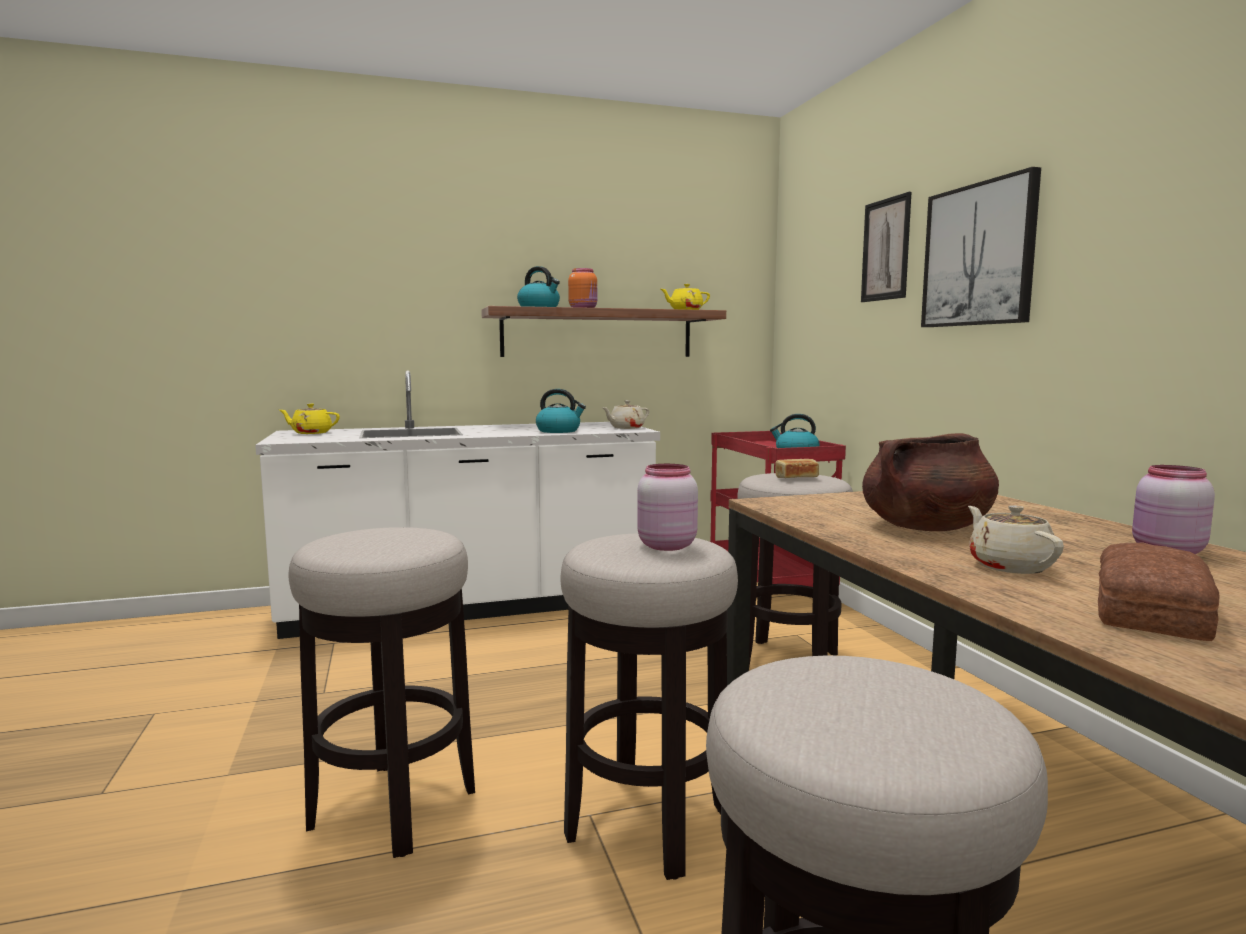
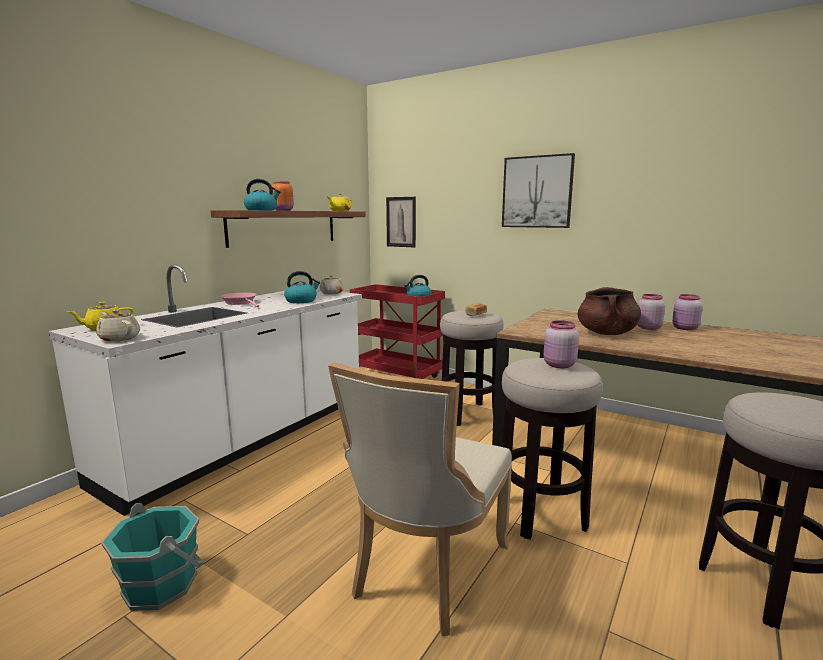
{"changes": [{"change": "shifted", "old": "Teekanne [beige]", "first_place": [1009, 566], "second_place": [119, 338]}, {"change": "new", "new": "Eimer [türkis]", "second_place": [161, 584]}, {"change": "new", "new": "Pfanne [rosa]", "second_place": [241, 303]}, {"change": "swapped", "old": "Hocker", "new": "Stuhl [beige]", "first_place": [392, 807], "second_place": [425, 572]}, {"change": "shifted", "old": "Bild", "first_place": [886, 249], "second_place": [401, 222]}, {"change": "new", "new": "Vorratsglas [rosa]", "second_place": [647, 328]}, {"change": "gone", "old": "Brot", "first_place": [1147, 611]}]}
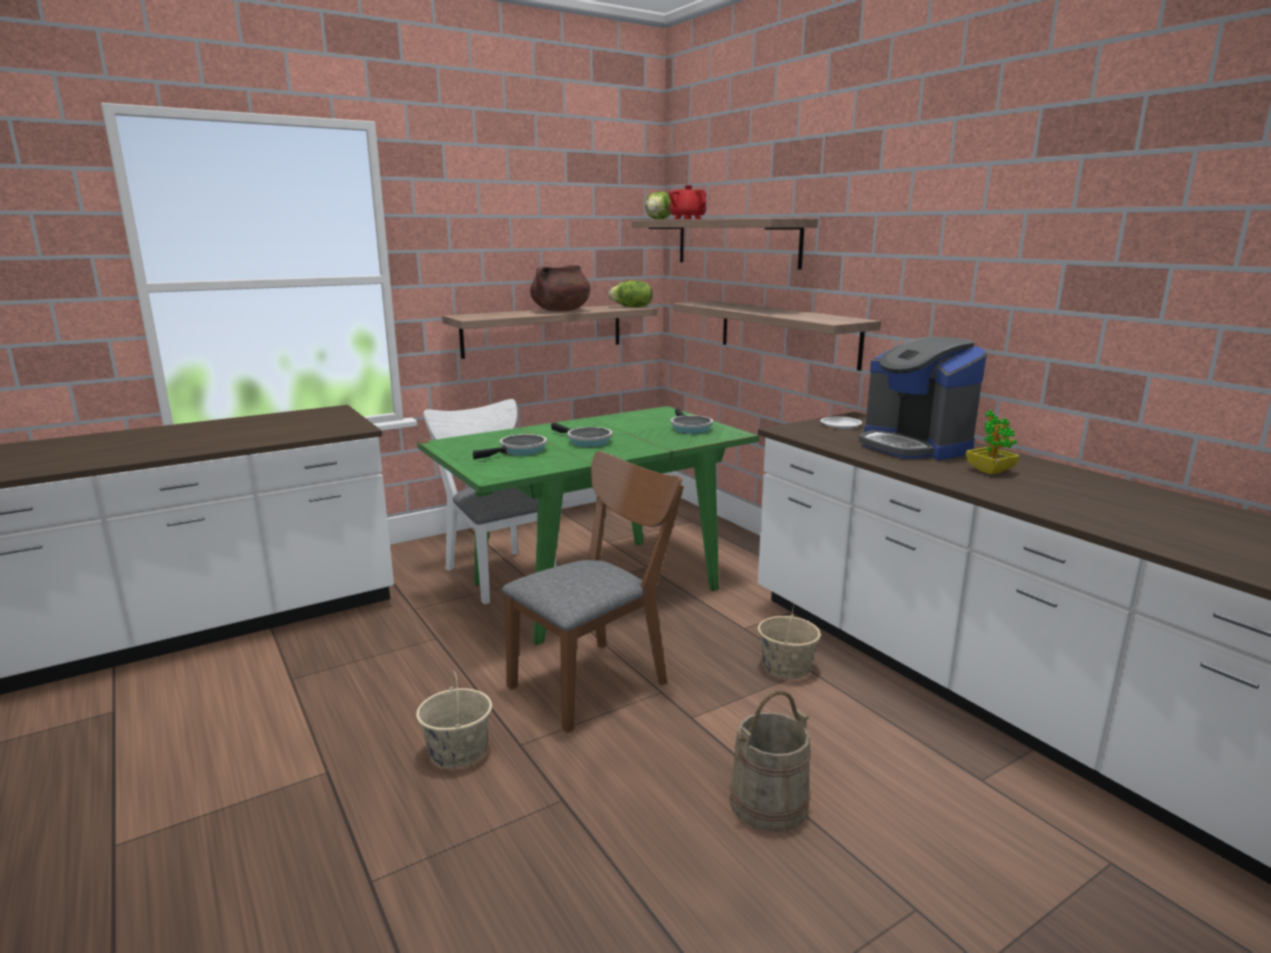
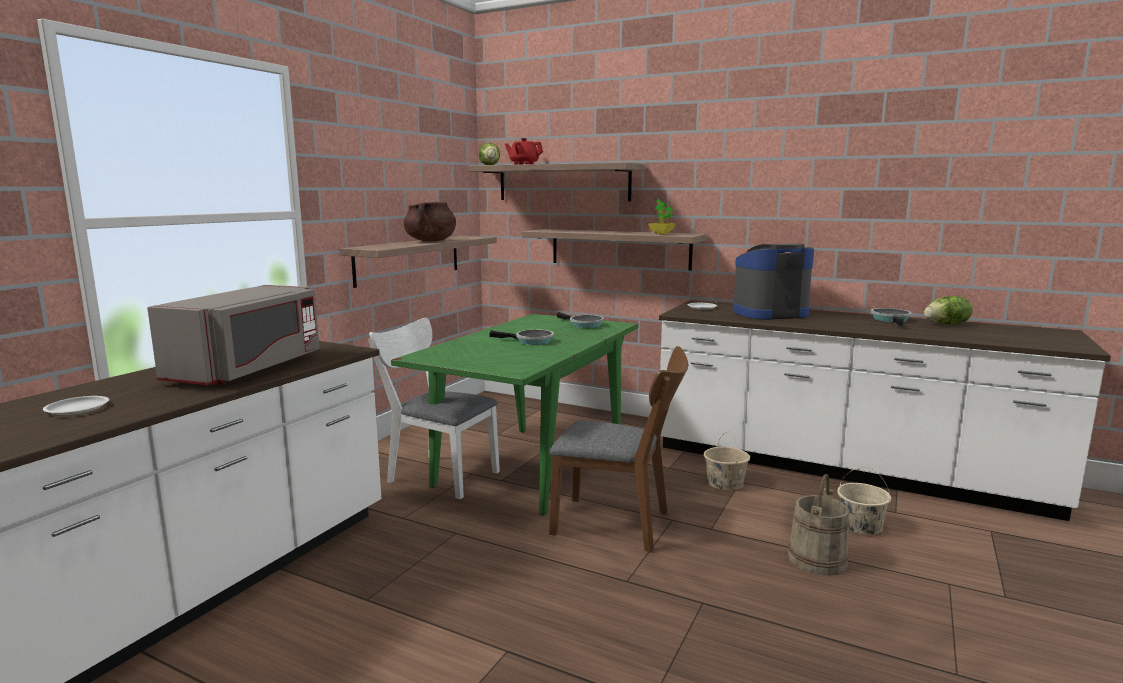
{"changes": [{"change": "new", "new": "Teller [weiß]", "second_place": [77, 409]}, {"change": "new", "new": "Mikrowelle [grau]", "second_place": [249, 369]}, {"change": "rotated", "old": "Stuhl [braun]", "first_place": [597, 679], "second_place": [620, 525], "degrees": 90}, {"change": "shifted", "old": "Topfpflanze", "first_place": [990, 471], "second_place": [661, 234]}, {"change": "rotated", "old": "Kaffeemaschine", "first_place": [914, 446], "second_place": [769, 313], "degrees": 135}, {"change": "shifted", "old": "Eimer [beige]", "first_place": [458, 750], "second_place": [860, 526]}, {"change": "shifted", "old": "Pfanne", "first_place": [520, 451], "second_place": [891, 320]}, {"change": "shifted", "old": "Salatkopf", "first_place": [632, 307], "second_place": [947, 324]}]}
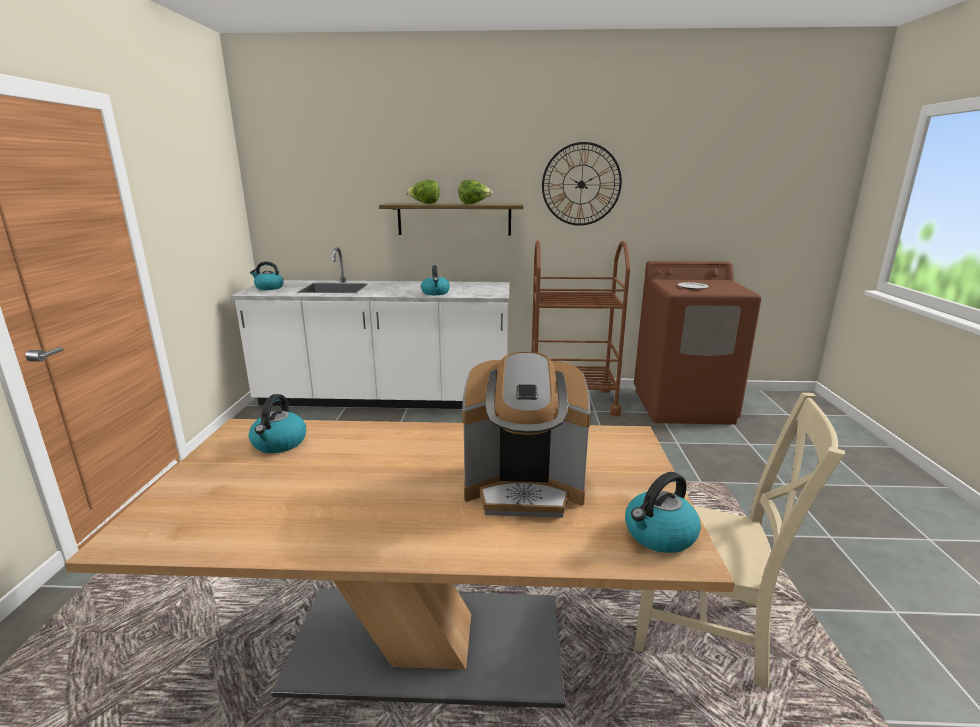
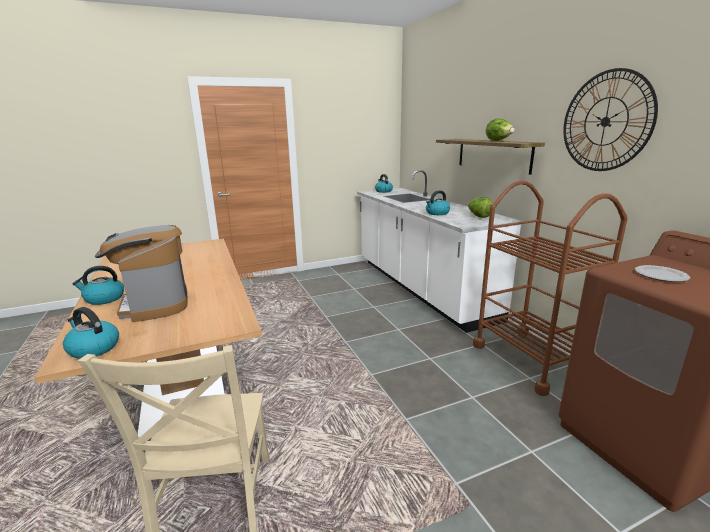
{"changes": [{"change": "shifted", "old": "Wasserkessel", "first_place": [279, 443], "second_place": [104, 299]}, {"change": "shifted", "old": "Salatkopf", "first_place": [424, 203], "second_place": [478, 216]}]}
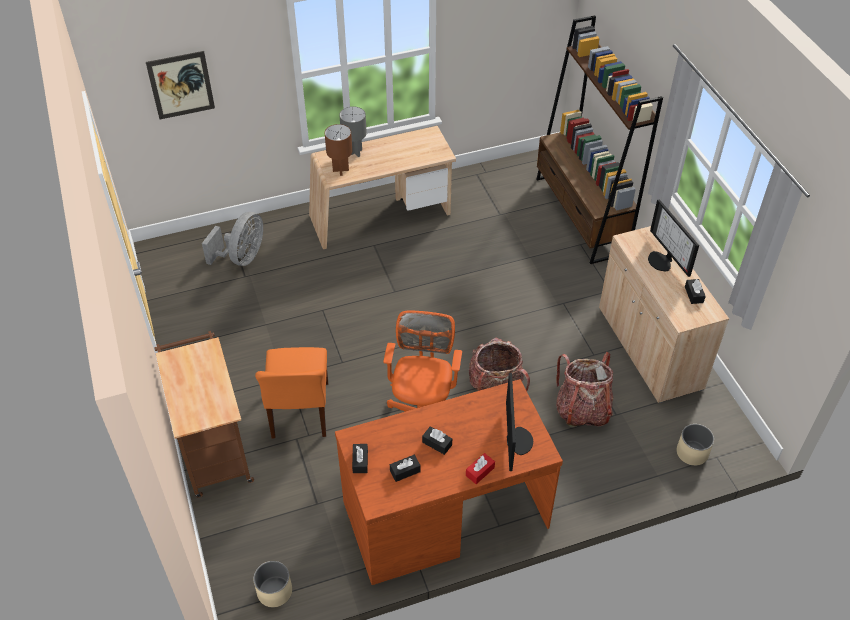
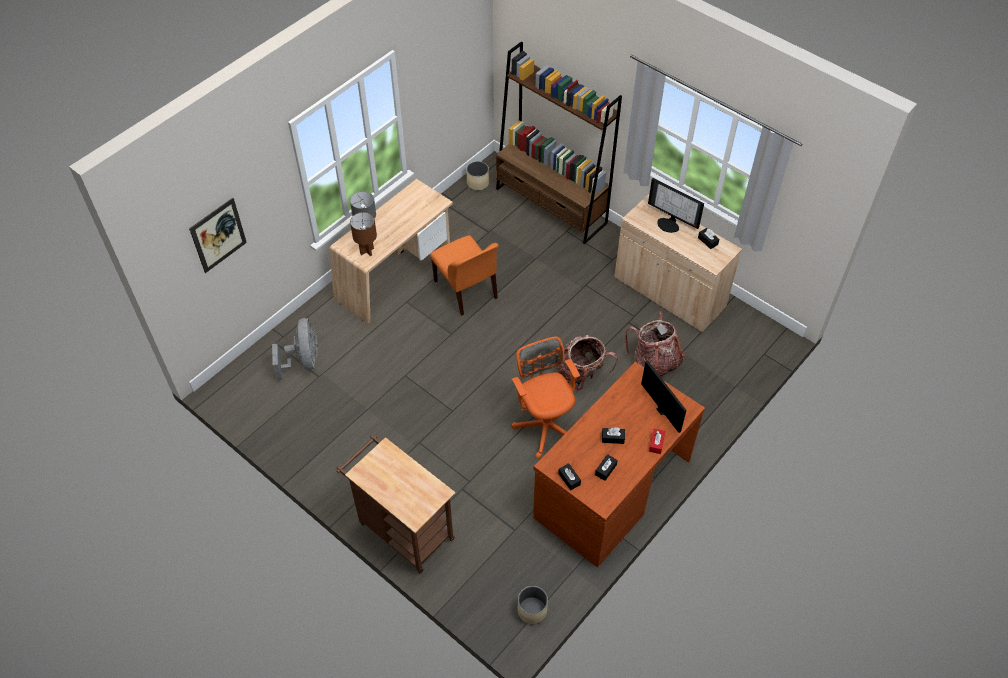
{"changes": [{"change": "shifted", "old": "Stuhl [orange]", "first_place": [300, 411], "second_place": [466, 290]}, {"change": "shifted", "old": "Pflanzkübel [beige]", "first_place": [692, 453], "second_place": [478, 183]}]}
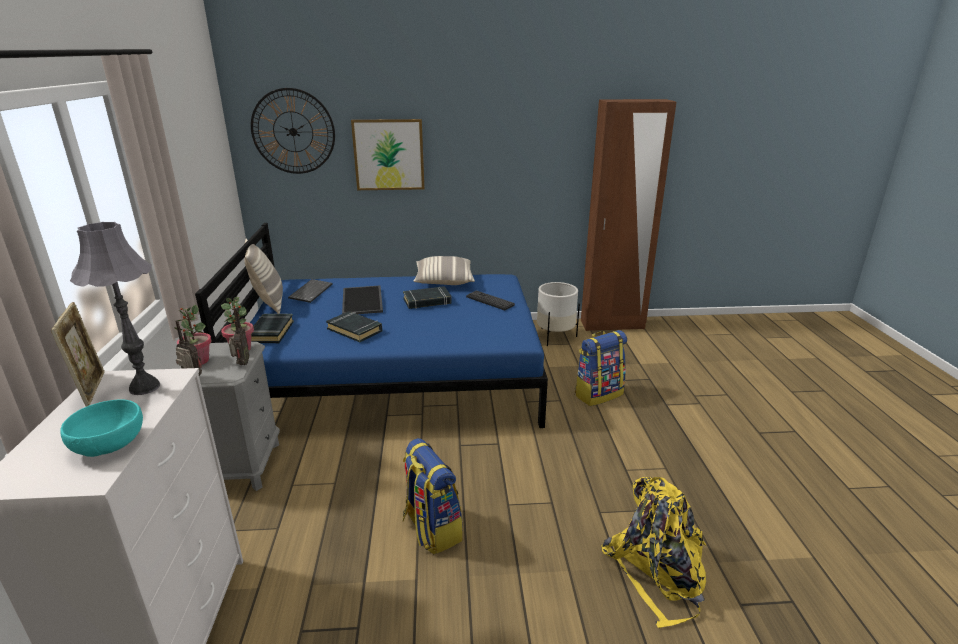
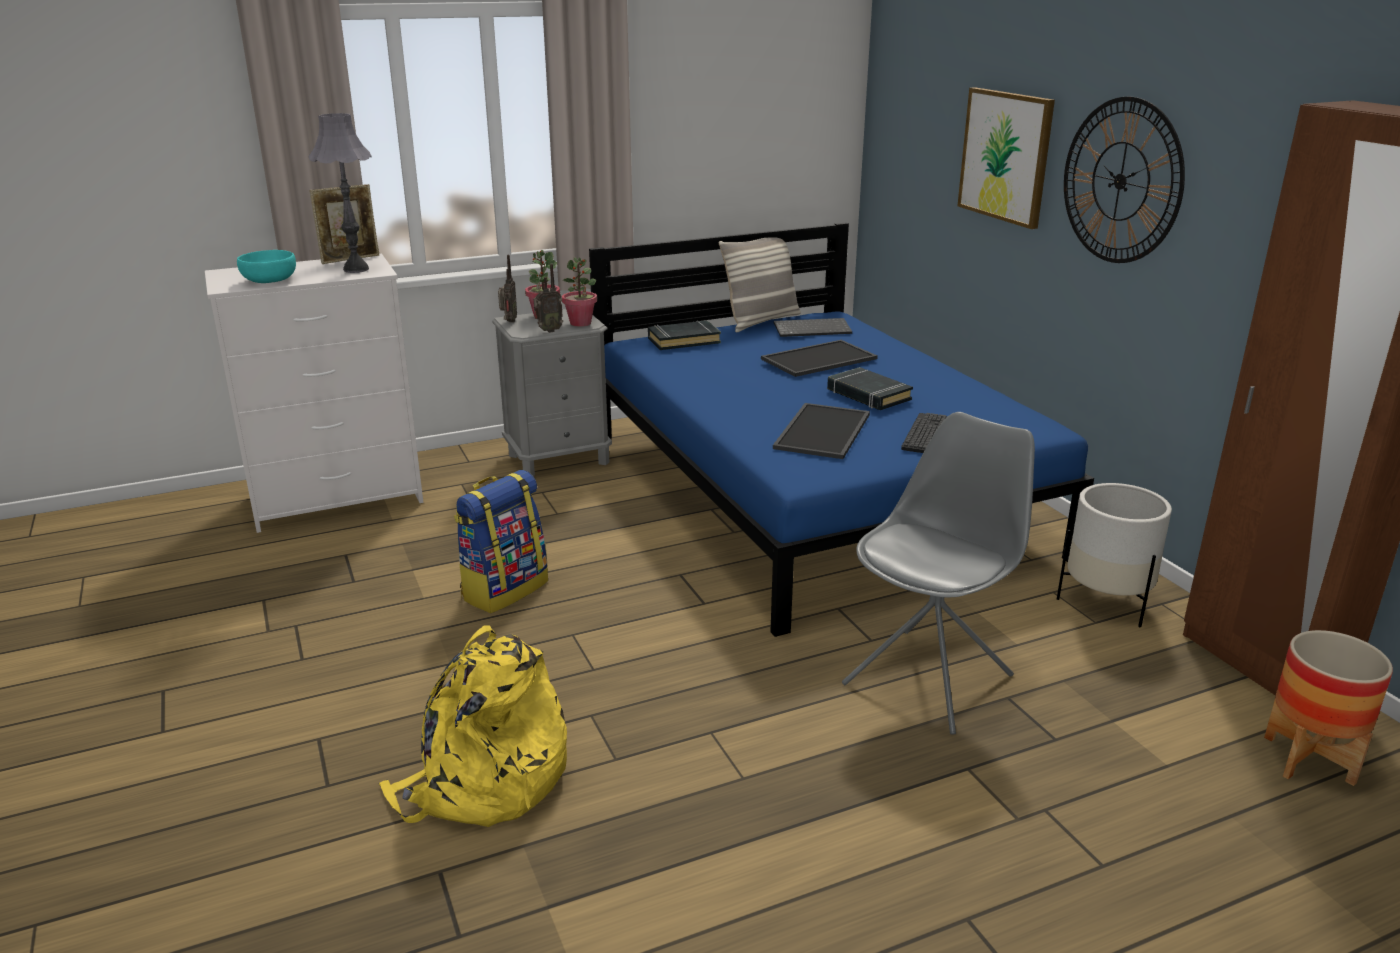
{"changes": [{"change": "new", "new": "Tablett", "second_place": [824, 432]}, {"change": "swapped", "old": "Rucksack", "new": "Stuhl [grau]", "first_place": [598, 394], "second_place": [930, 678]}, {"change": "shifted", "old": "Wanduhr", "first_place": [293, 131], "second_place": [1121, 181]}, {"change": "new", "new": "Pflanzkübel", "second_place": [1309, 760]}, {"change": "gone", "old": "Buch [schwarz]", "first_place": [355, 330]}, {"change": "gone", "old": "Kissen", "first_place": [444, 281]}]}
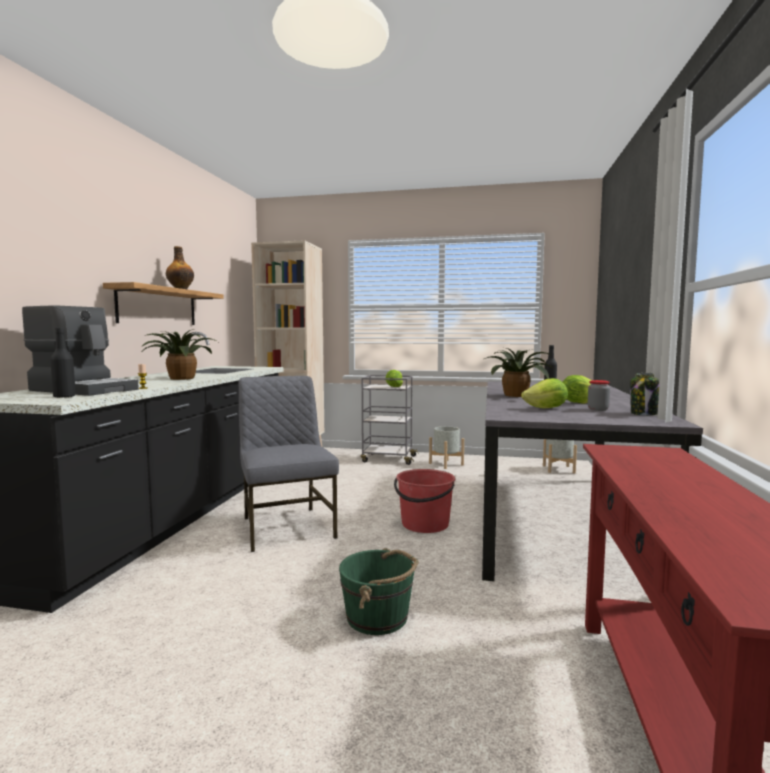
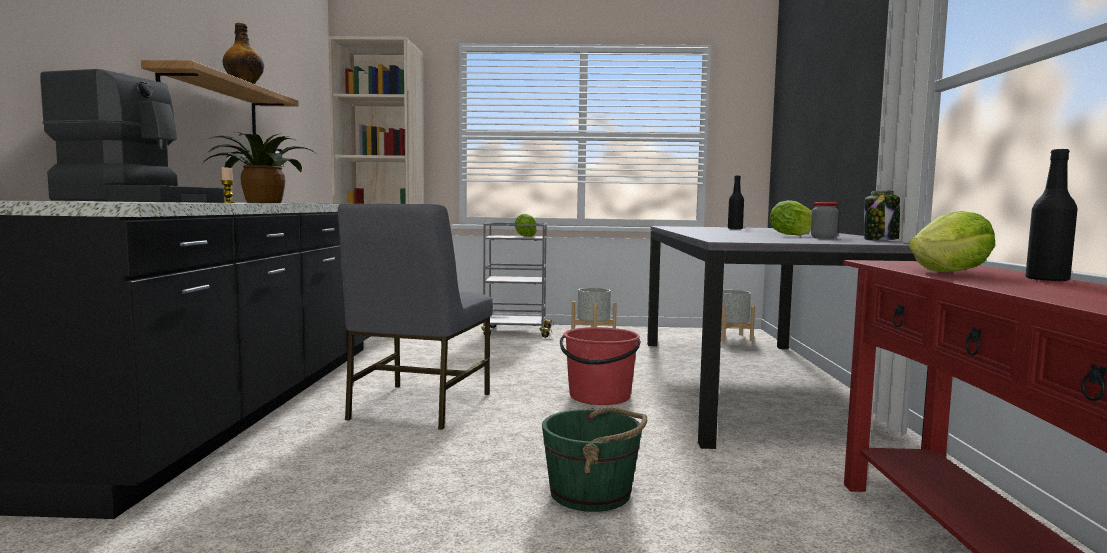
{"changes": [{"change": "rotated", "old": "Stuhl [grau]", "first_place": [286, 527], "second_place": [417, 406], "degrees": -135}, {"change": "shifted", "old": "Salatkopf", "first_place": [546, 408], "second_place": [950, 272]}, {"change": "shifted", "old": "Flasche [schwarz]", "first_place": [64, 397], "second_place": [1047, 280]}, {"change": "gone", "old": "Topfpflanze", "first_place": [517, 395]}]}
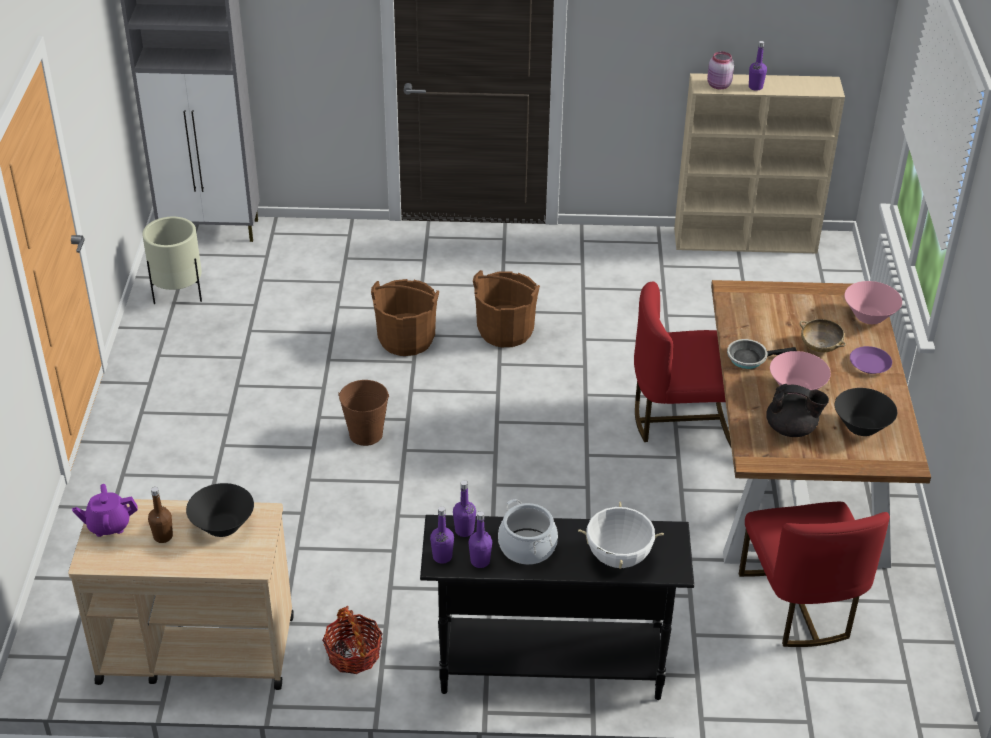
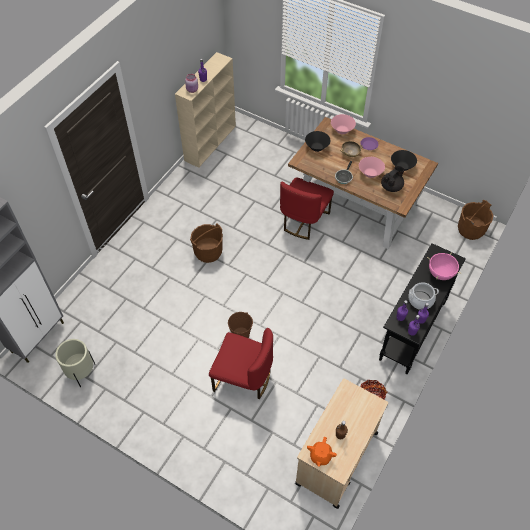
{"changes": [{"change": "shifted", "old": "Stuhl [rot]", "first_place": [800, 605], "second_place": [243, 378]}, {"change": "shifted", "old": "Schüssel [schwarz]", "first_place": [222, 526], "second_place": [317, 147]}, {"change": "repainted", "old": "Teekanne [lila]", "new": "Teekanne [orange]", "first_place": [108, 525], "second_place": [320, 456]}, {"change": "repainted", "old": "Kochtopf [weiß]", "new": "Kochtopf [rosa]", "first_place": [618, 557], "second_place": [440, 273]}, {"change": "shifted", "old": "Eimer [braun]", "first_place": [406, 339], "second_place": [470, 229]}]}
